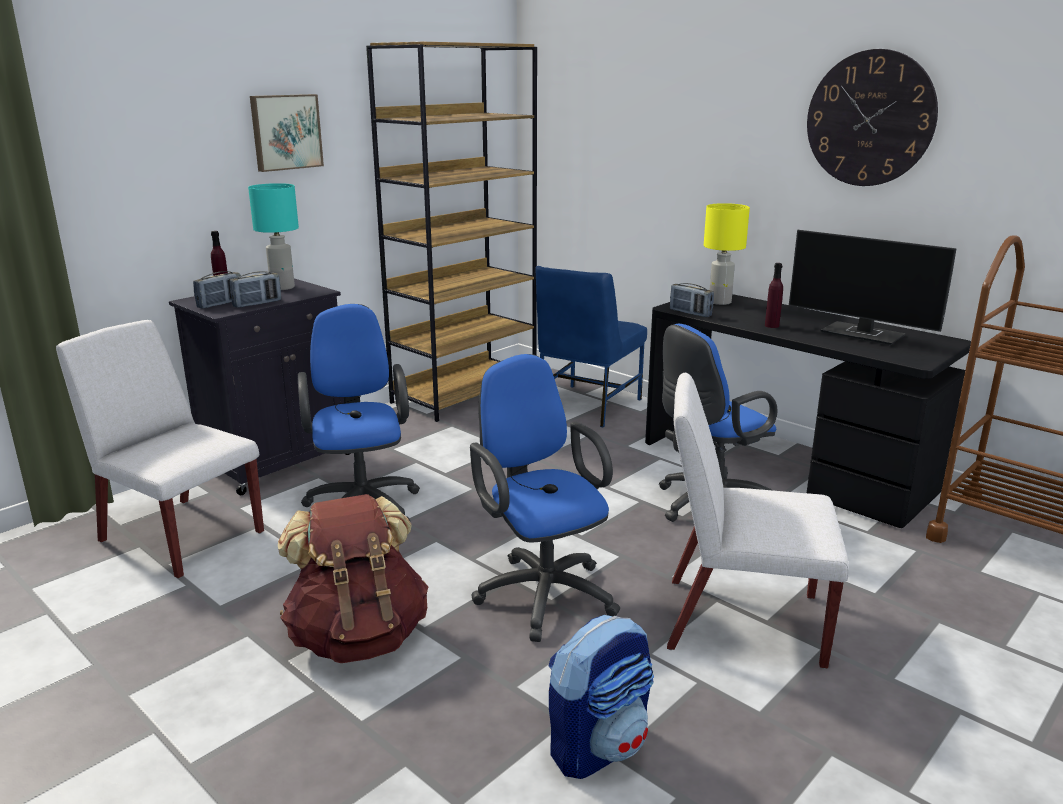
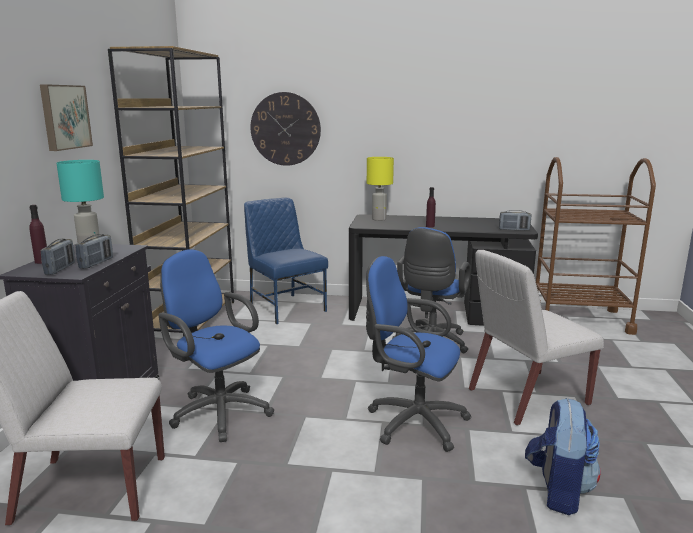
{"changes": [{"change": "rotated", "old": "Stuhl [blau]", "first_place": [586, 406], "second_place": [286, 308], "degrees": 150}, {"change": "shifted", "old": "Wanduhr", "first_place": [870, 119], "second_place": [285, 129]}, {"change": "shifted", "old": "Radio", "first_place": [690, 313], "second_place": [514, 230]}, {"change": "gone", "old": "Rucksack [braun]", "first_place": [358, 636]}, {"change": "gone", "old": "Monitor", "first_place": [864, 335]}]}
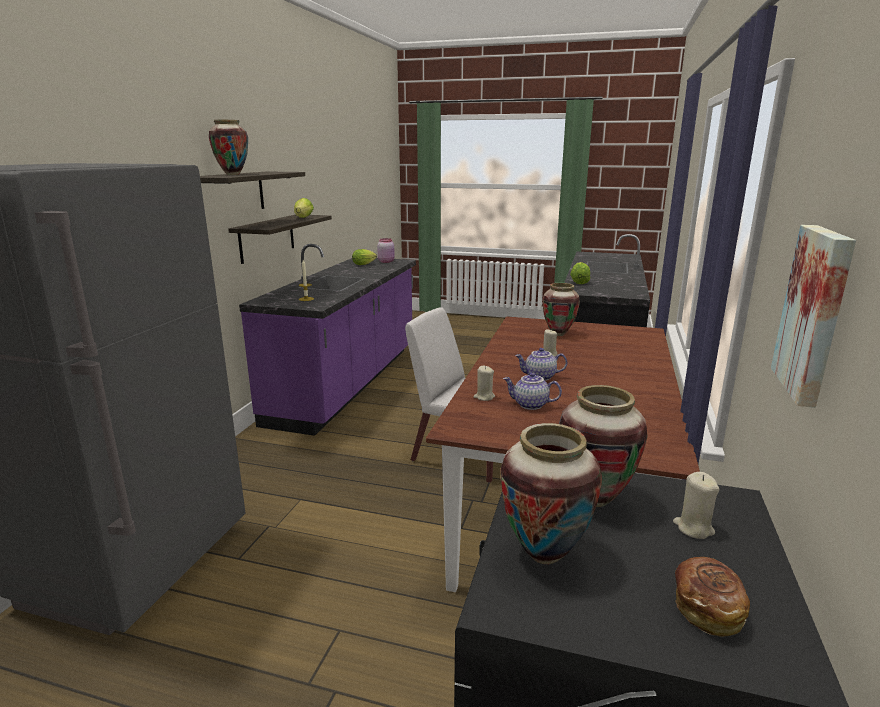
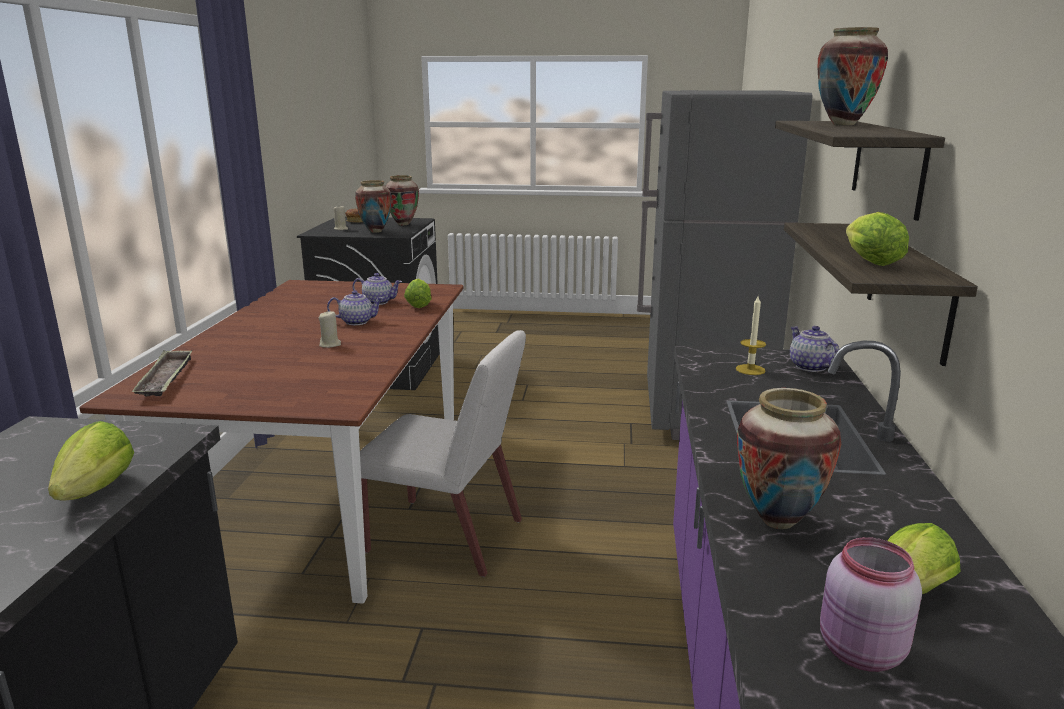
{"changes": [{"change": "new", "new": "Tablett", "second_place": [166, 379]}, {"change": "swapped", "old": "Kerze [beige]", "new": "Salatkopf", "first_place": [484, 397], "second_place": [418, 305]}, {"change": "shifted", "old": "Vase", "first_place": [558, 334], "second_place": [777, 521]}, {"change": "new", "new": "Teekanne", "second_place": [809, 367]}, {"change": "gone", "old": "Bild", "first_place": [816, 313]}]}
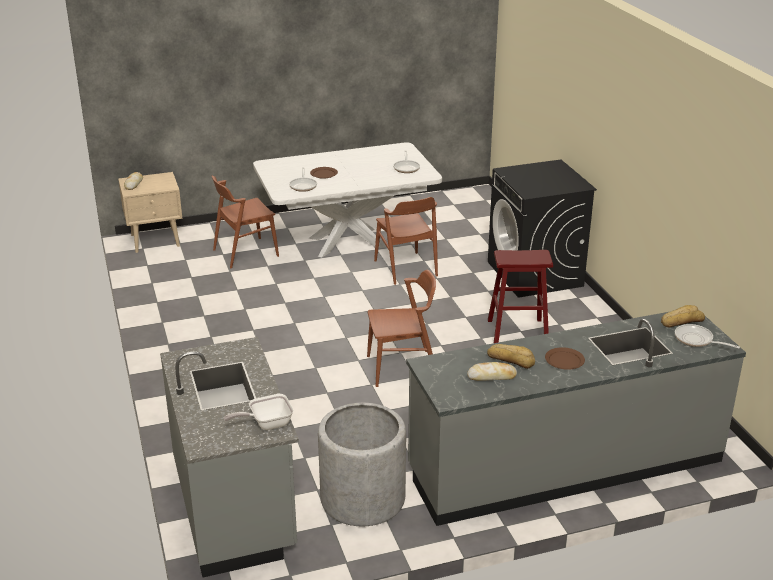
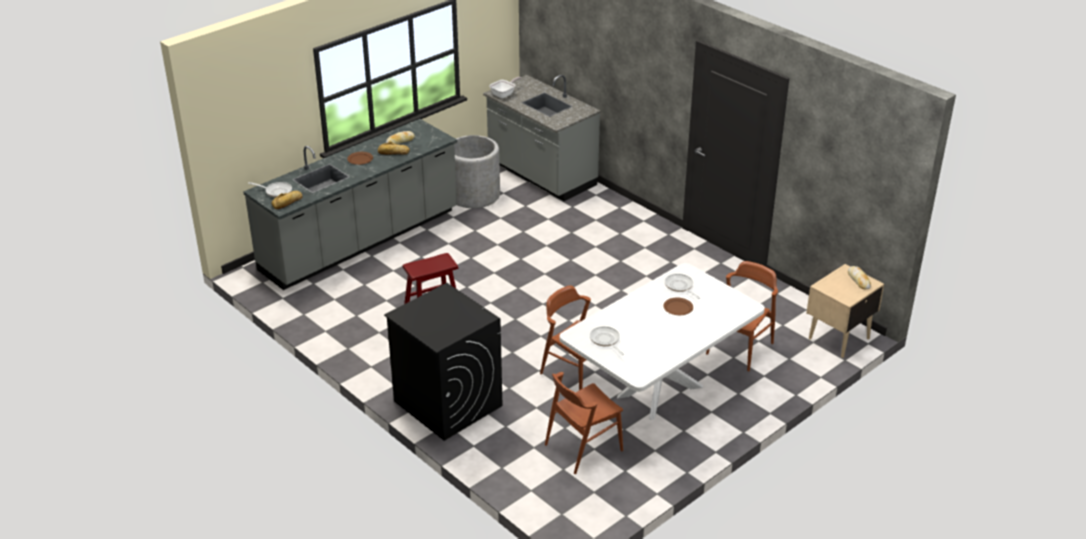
{"changes": [{"change": "shifted", "old": "Stuhl [braun]", "first_place": [402, 368], "second_place": [583, 447]}]}
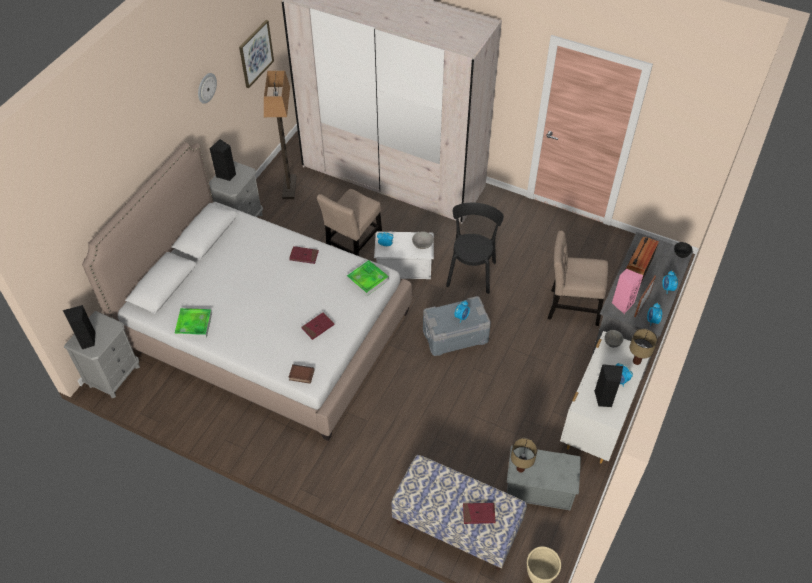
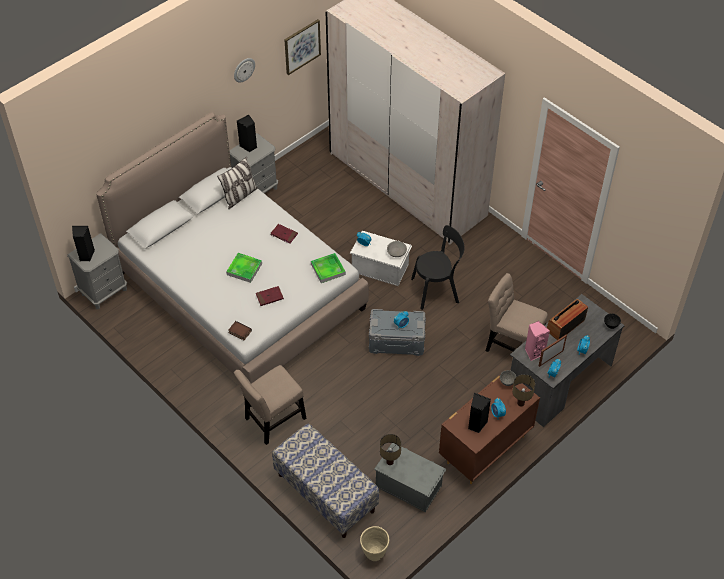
{"changes": [{"change": "new", "new": "Kissen", "second_place": [240, 196]}, {"change": "shifted", "old": "Tablett", "first_place": [194, 324], "second_place": [244, 269]}, {"change": "shifted", "old": "Stuhl [beige]", "first_place": [353, 247], "second_place": [273, 420]}, {"change": "rotated", "old": "Stuhl [schwarz]", "first_place": [471, 272], "second_place": [437, 290], "degrees": 45}, {"change": "repainted", "old": "Kommode [weiß]", "new": "Kommode [braun]", "first_place": [596, 422], "second_place": [484, 449]}, {"change": "gone", "old": "Stehlampe", "first_place": [289, 187]}, {"change": "gone", "old": "Buch [rot]", "first_place": [479, 514]}]}
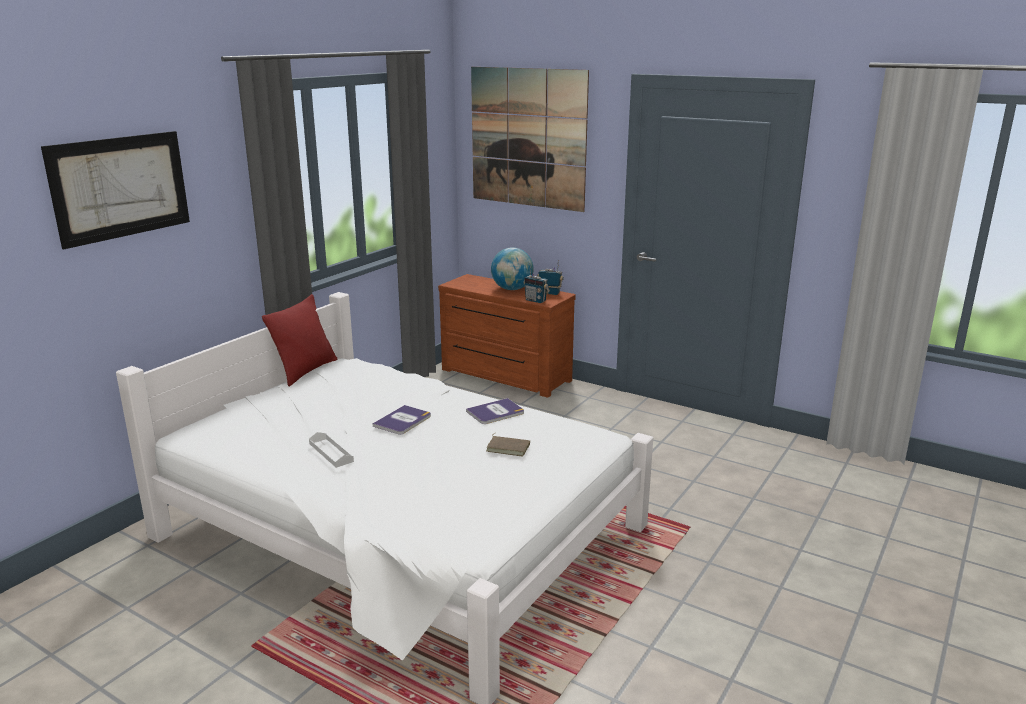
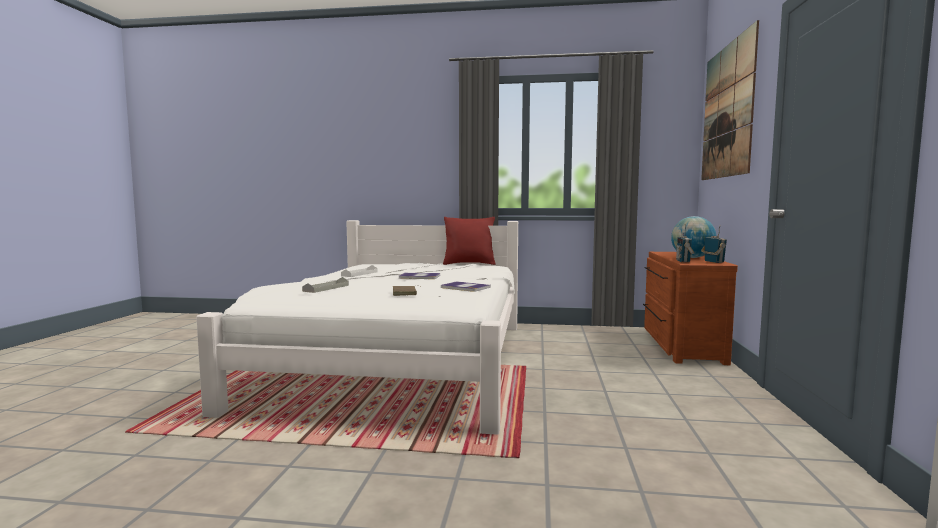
{"changes": [{"change": "new", "new": "Tablett [grau]", "second_place": [326, 288]}, {"change": "gone", "old": "Bild", "first_place": [121, 187]}]}
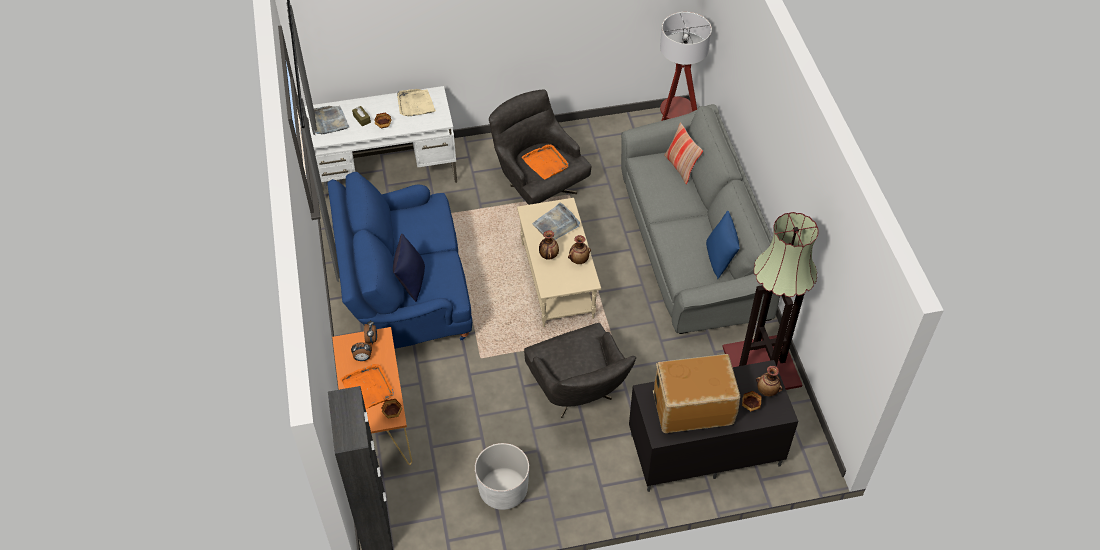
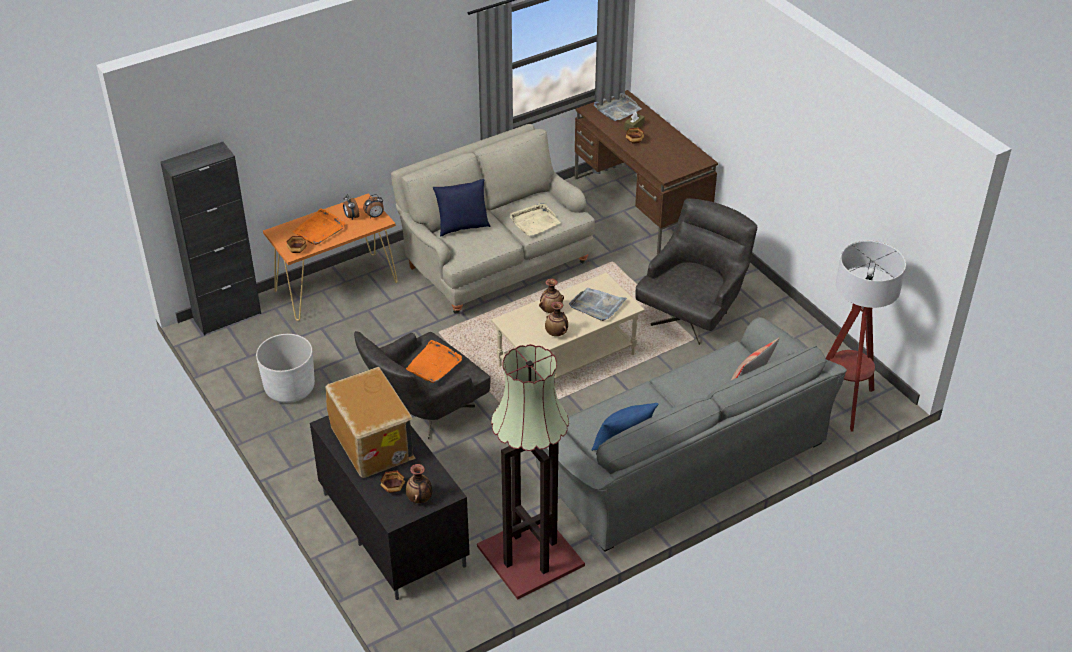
{"changes": [{"change": "repainted", "old": "Sofa [blau]", "new": "Sofa [beige]", "first_place": [405, 292], "second_place": [494, 261]}, {"change": "shifted", "old": "Tablett [orange]", "first_place": [546, 163], "second_place": [434, 364]}, {"change": "shifted", "old": "Tablett [beige]", "first_place": [415, 104], "second_place": [534, 222]}, {"change": "repainted", "old": "Schreibtisch [weiß]", "new": "Schreibtisch [braun]", "first_place": [387, 172], "second_place": [641, 206]}]}
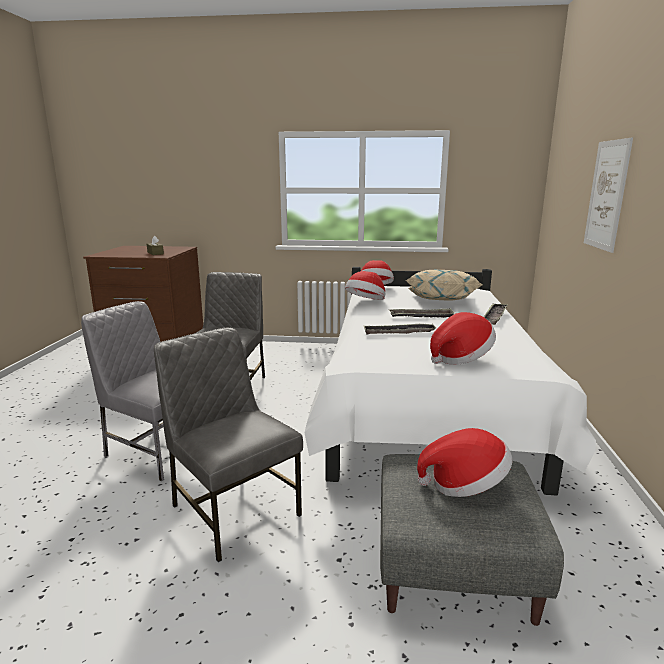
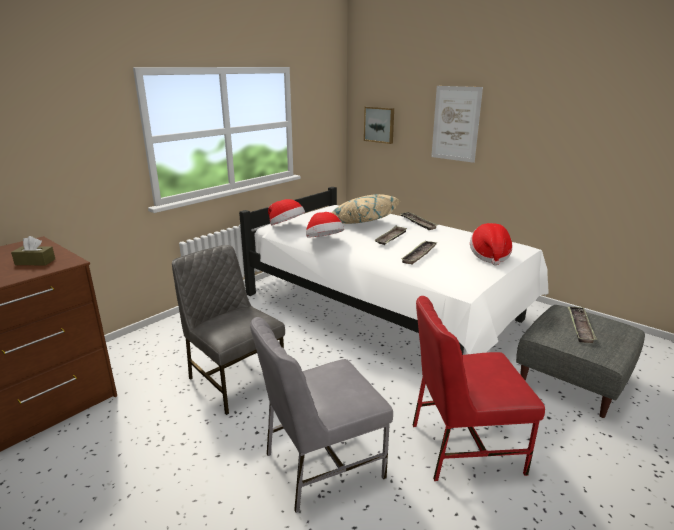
{"changes": [{"change": "new", "new": "Bild", "second_place": [379, 124]}, {"change": "repainted", "old": "Stuhl [grau]", "new": "Stuhl [rot]", "first_place": [233, 510], "second_place": [463, 446]}, {"change": "swapped", "old": "Hut", "new": "Tablett", "first_place": [465, 485], "second_place": [580, 327]}]}
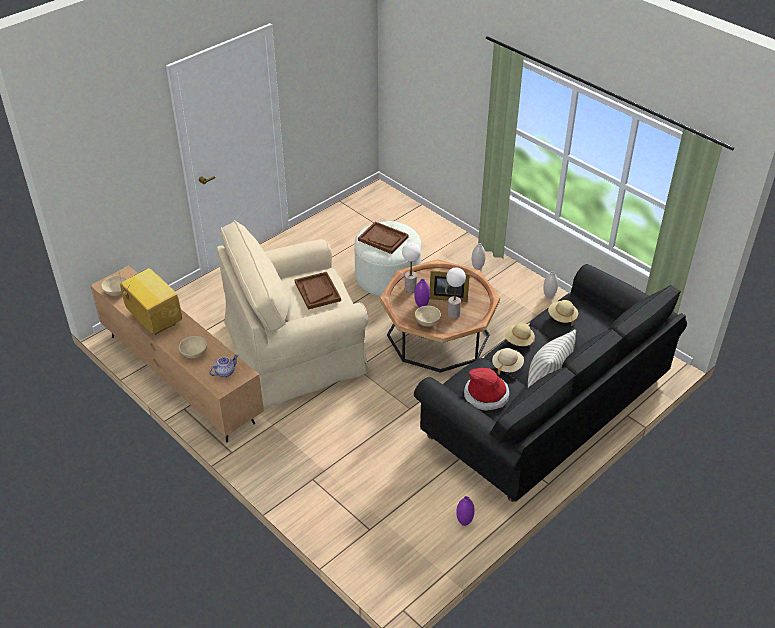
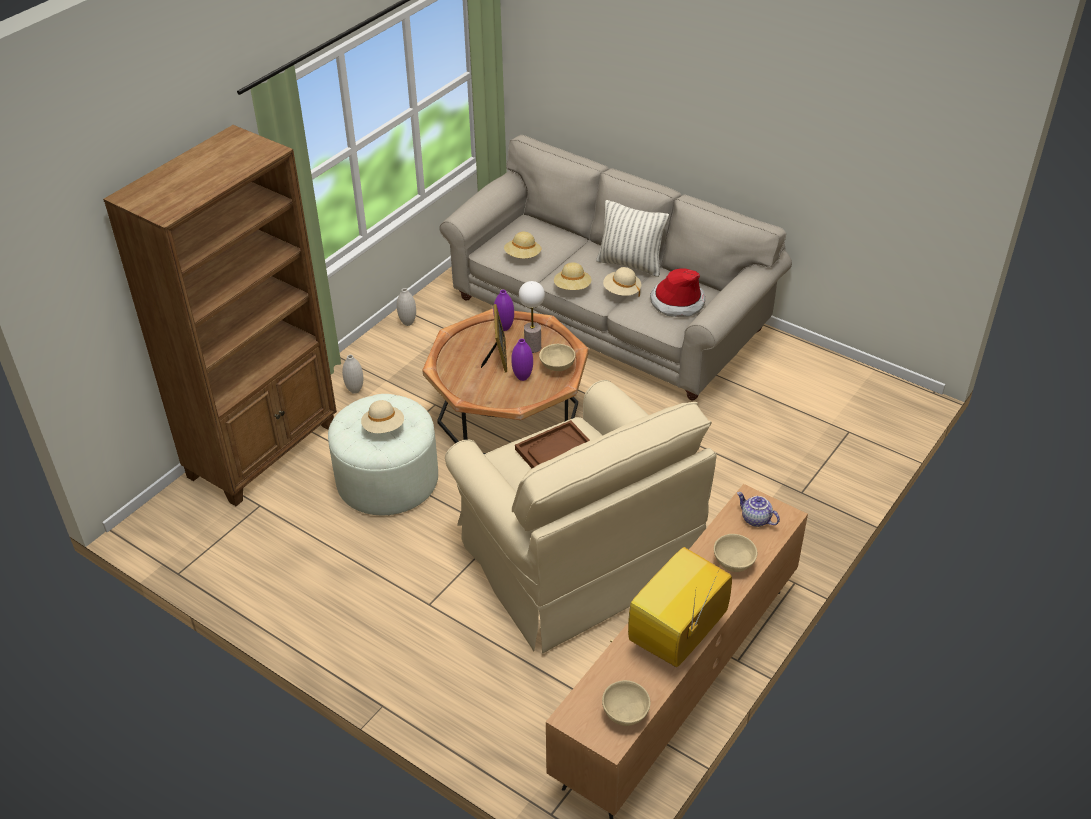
{"changes": [{"change": "new", "new": "Bücherregal [braun]", "second_place": [264, 450]}, {"change": "swapped", "old": "Tablett [braun]", "new": "Hut [beige]", "first_place": [383, 239], "second_place": [383, 427]}, {"change": "repainted", "old": "Sofa [schwarz]", "new": "Sofa [beige]", "first_place": [546, 407], "second_place": [609, 315]}, {"change": "shifted", "old": "Vase [lila]", "first_place": [464, 522], "second_place": [504, 328]}, {"change": "gone", "old": "Tischlampe", "first_place": [410, 289]}]}
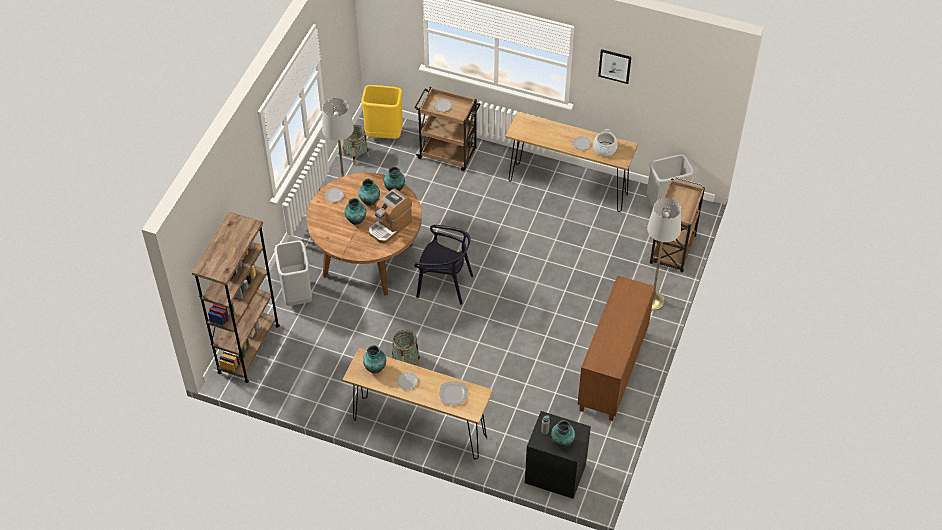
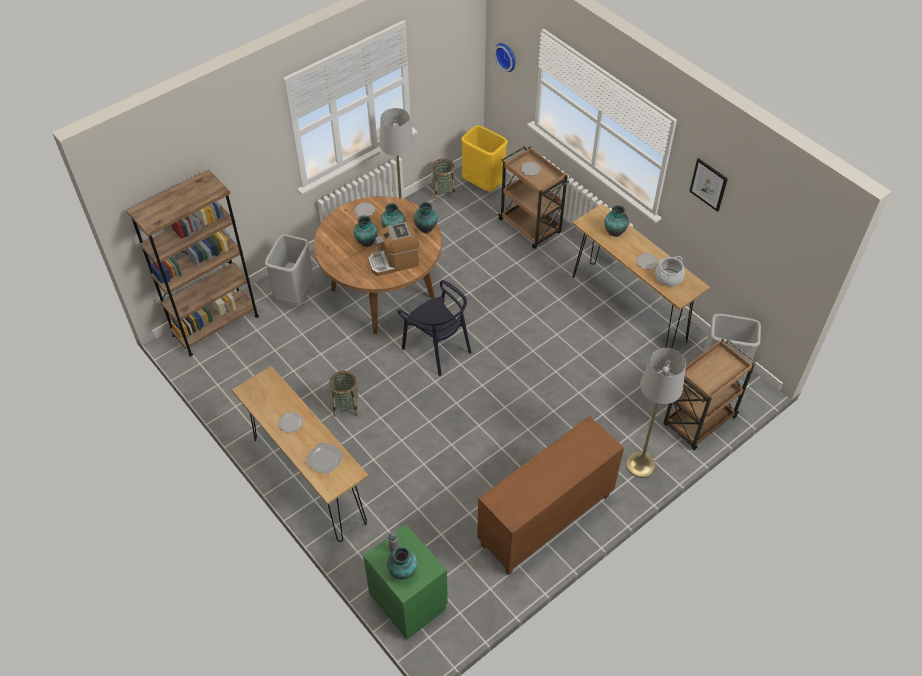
{"changes": [{"change": "repainted", "old": "Nachttisch [schwarz]", "new": "Nachttisch [grün]", "first_place": [555, 473], "second_place": [408, 600]}, {"change": "new", "new": "Wanduhr", "second_place": [507, 56]}, {"change": "shifted", "old": "Vase", "first_place": [375, 368], "second_place": [614, 231]}]}
